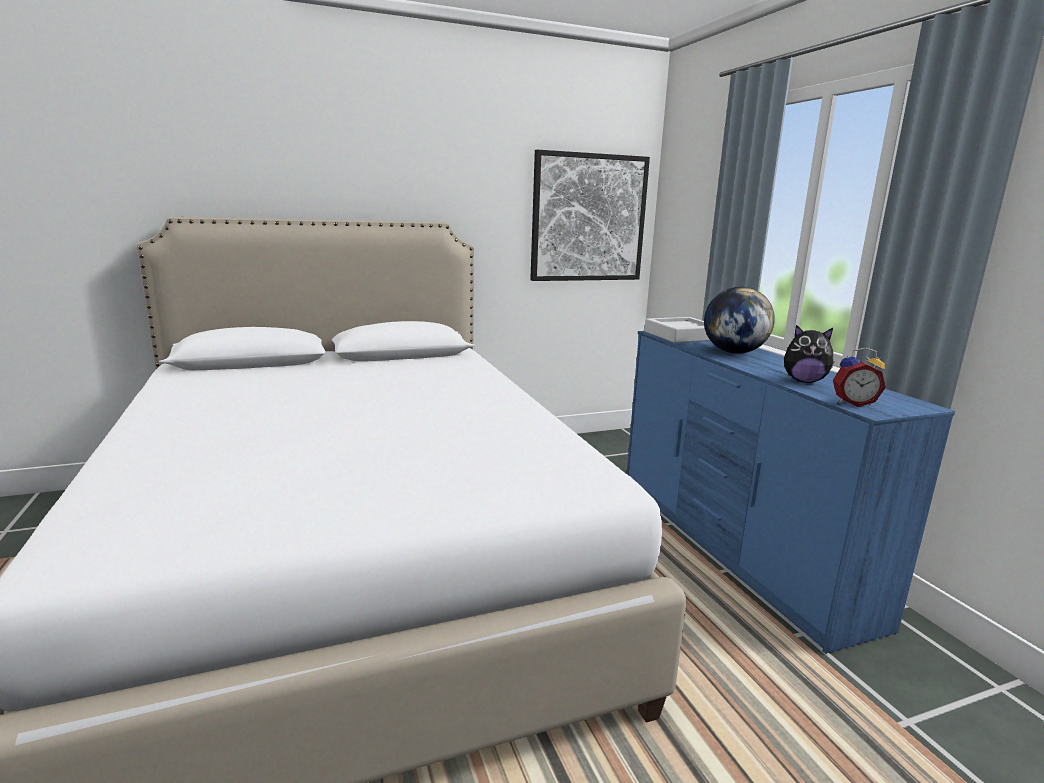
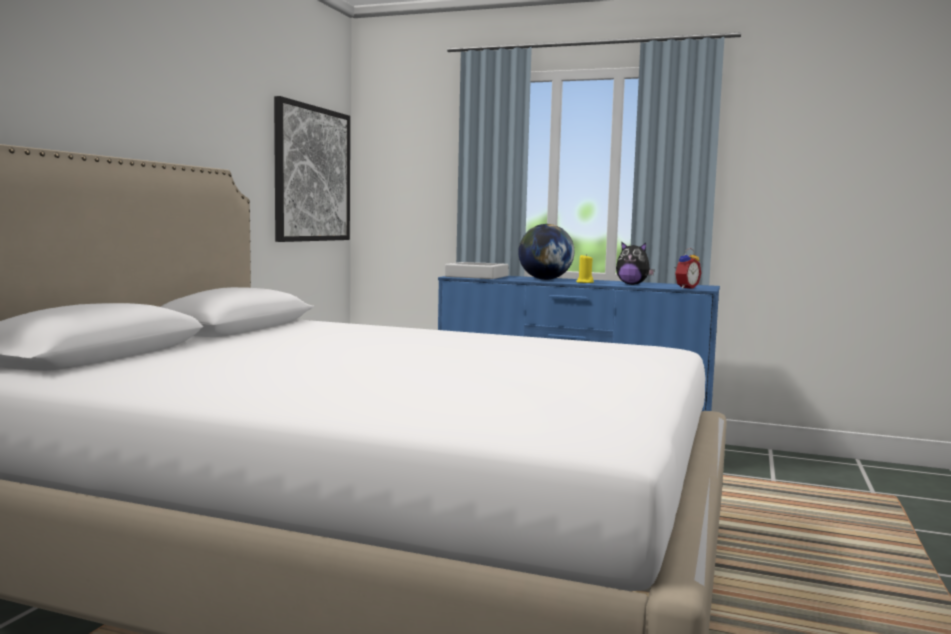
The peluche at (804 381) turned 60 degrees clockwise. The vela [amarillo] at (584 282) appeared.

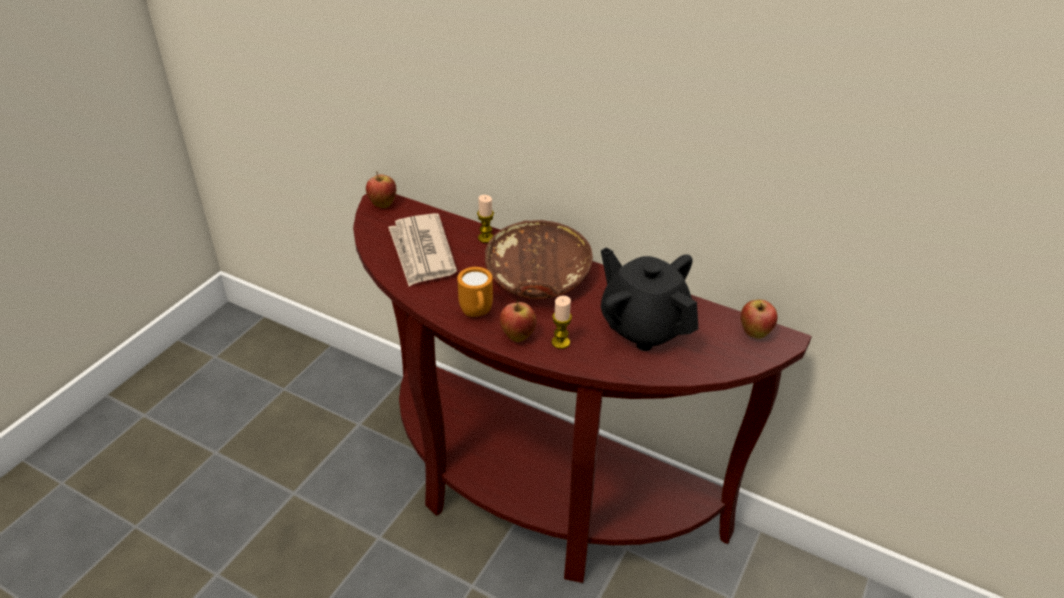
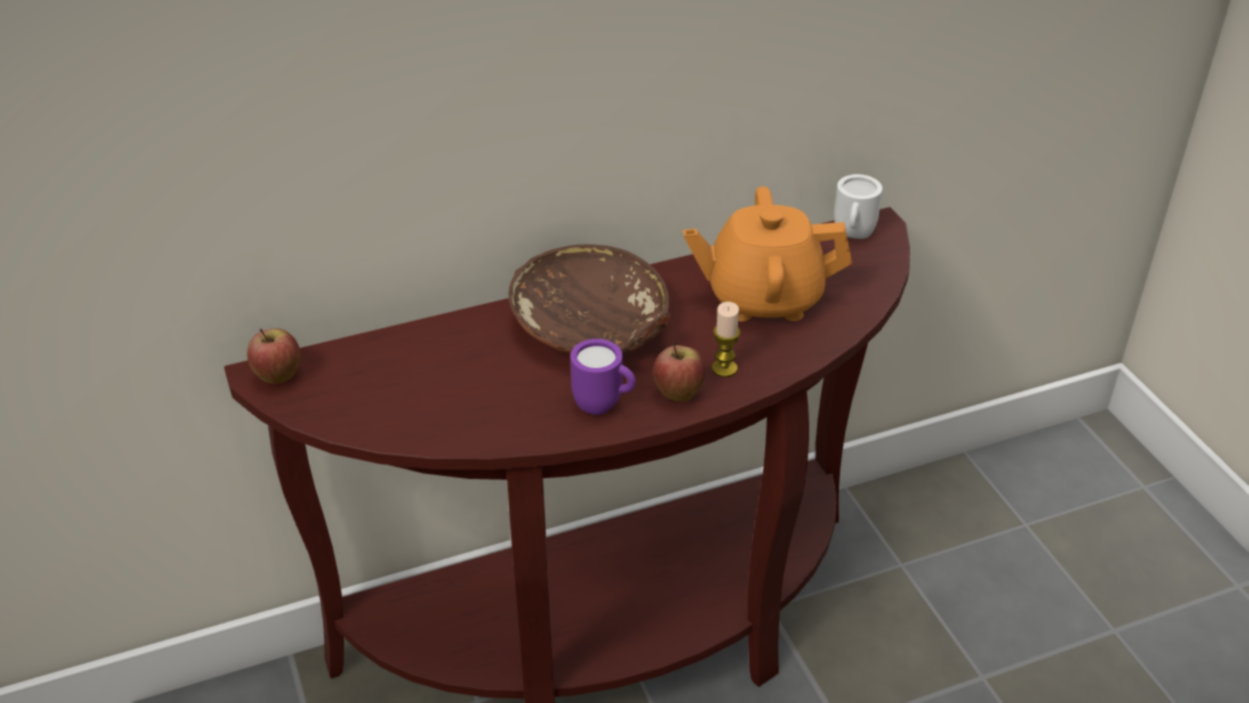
The vela at (486 238) disappeared. The periódico at (421 252) disappeared. The tetera [negro] at (643 326) became the tetera [naranja] at (763 298). The taza grande [naranja] at (477 314) became the taza grande [morado] at (604 406). The manzana at (754 333) was replaced by the taza grande [blanco] at (852 236).

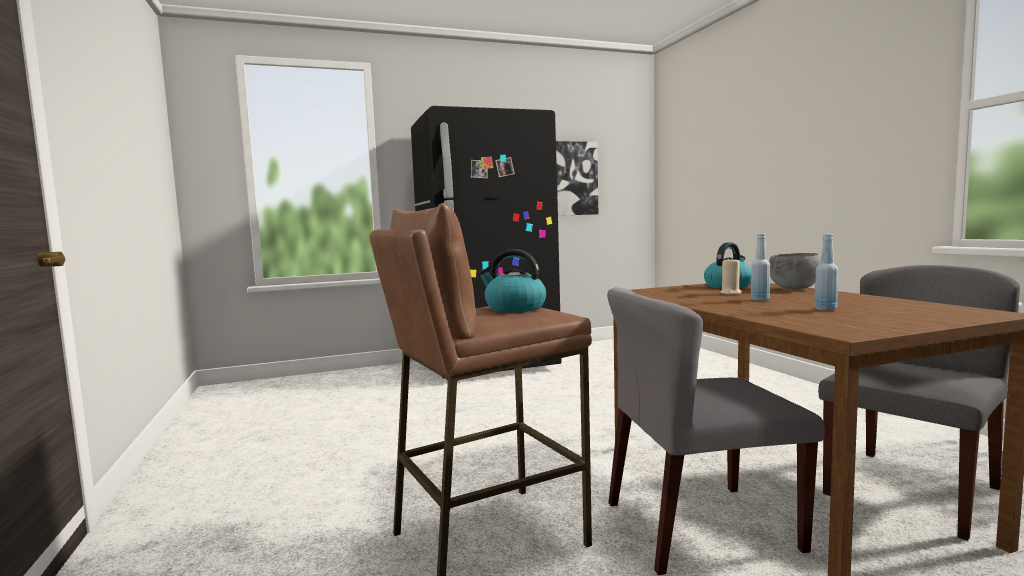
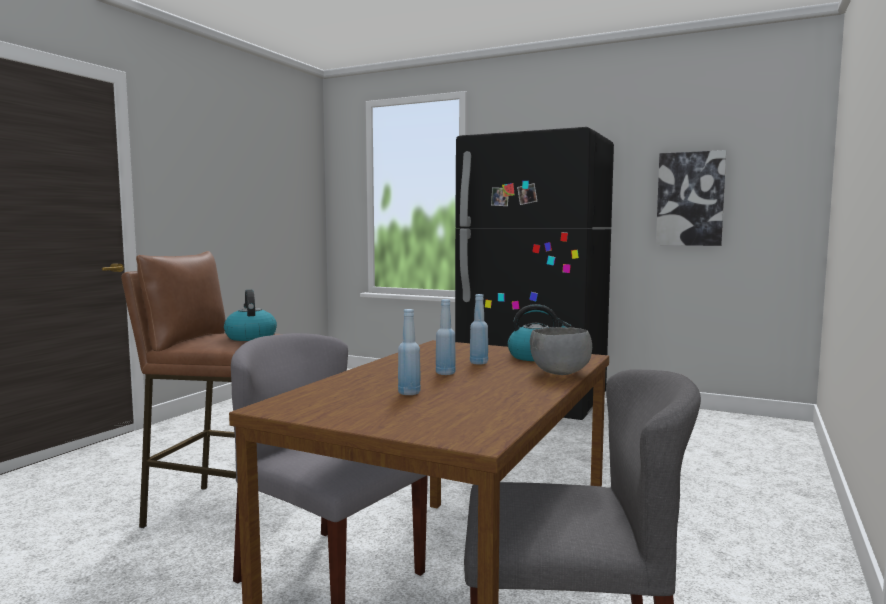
The vela [beis] at (731 293) was replaced by the botella [azul] at (478 363).

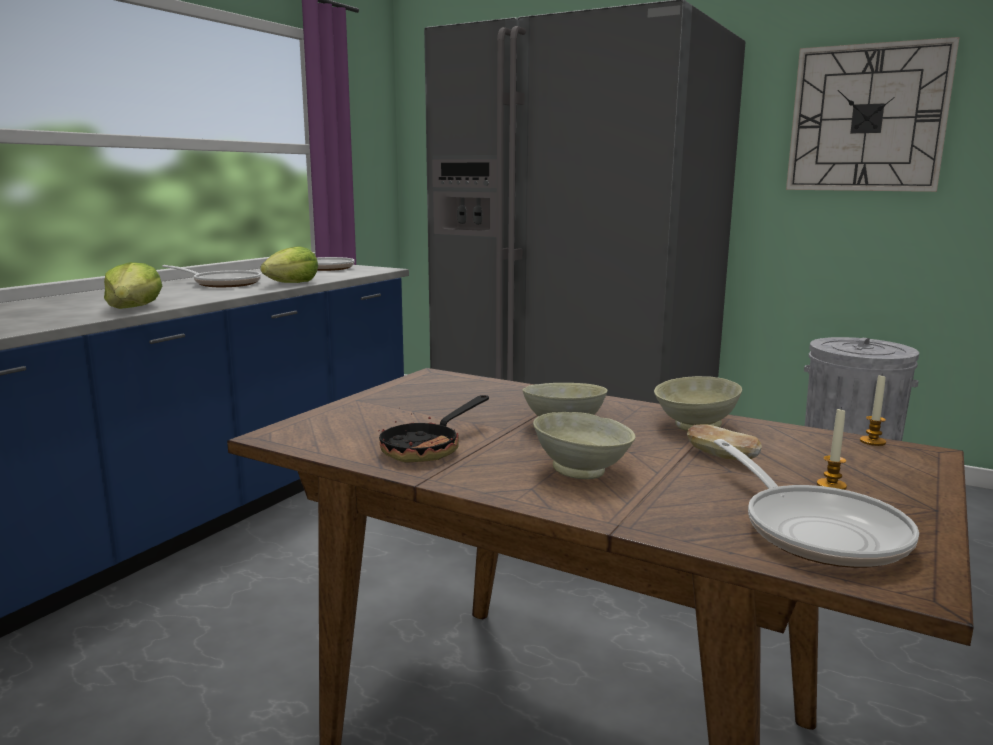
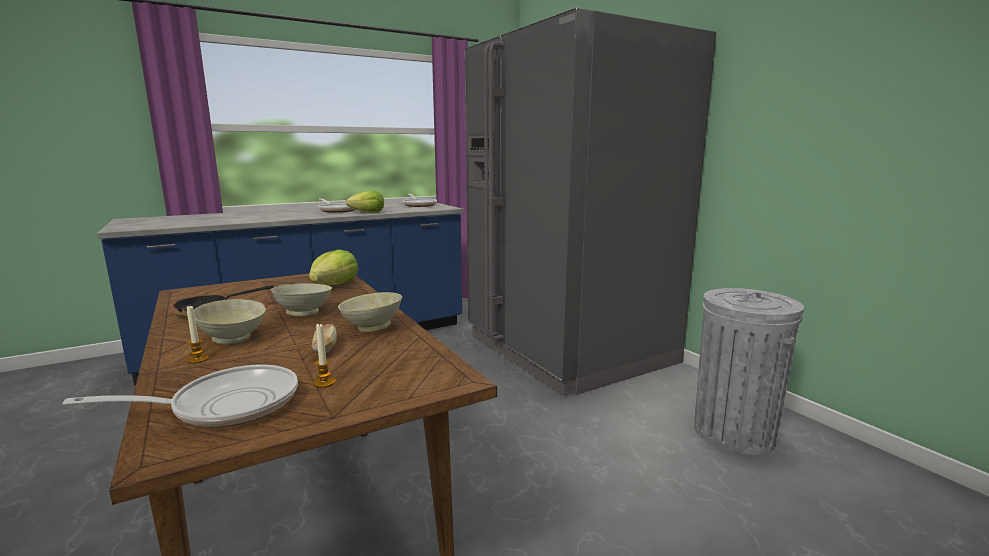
The reloj de pared at (867 118) disappeared. The lechuga moved from (134 308) to (334 285). The vela moved from (872 441) to (198 359). The sartén at (816 530) turned 120 degrees counterclockwise.

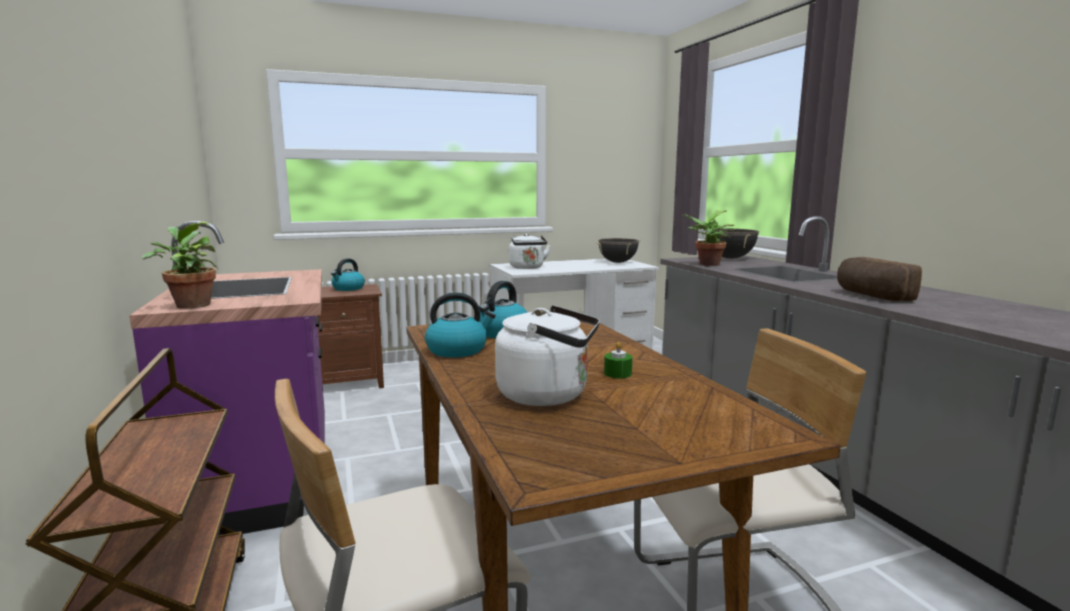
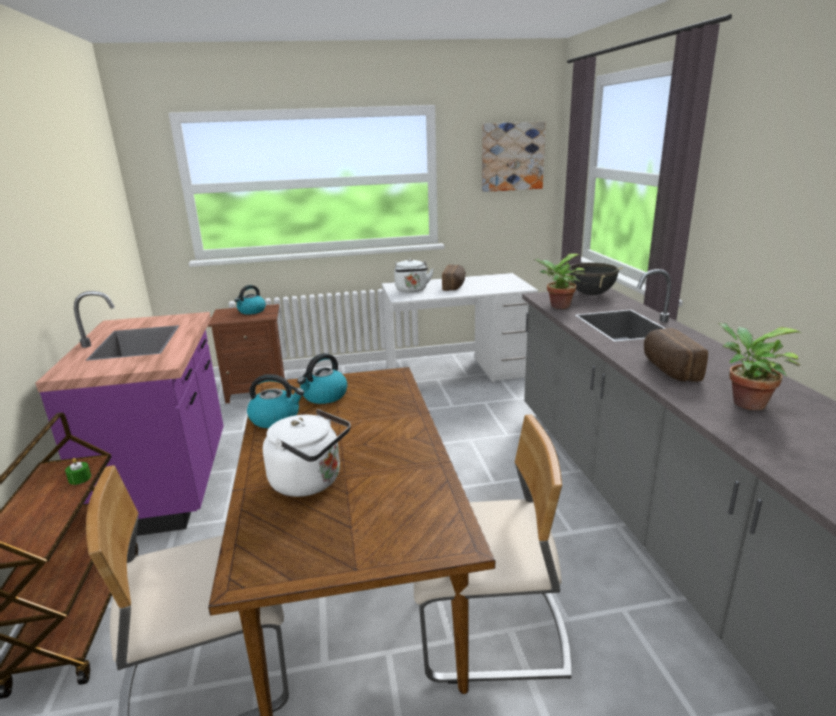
The planta en maceta moved from (190 305) to (744 403). The olla [negro] at (617 262) disappeared. The vela [verde] moved from (617 373) to (80 478). The cuadro at (512 156) appeared. The pan at (455 286) appeared.

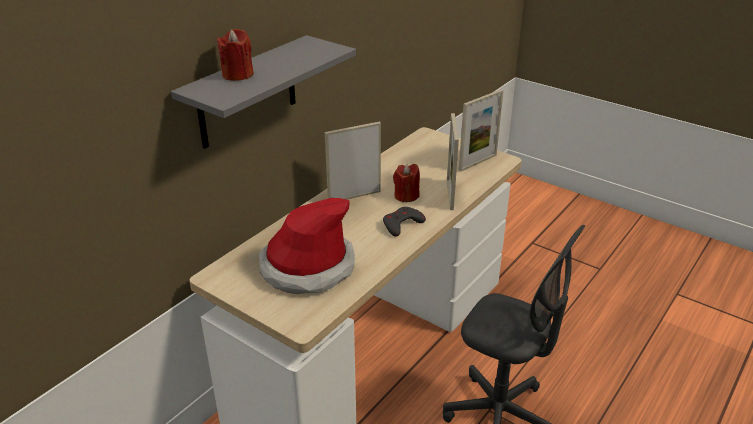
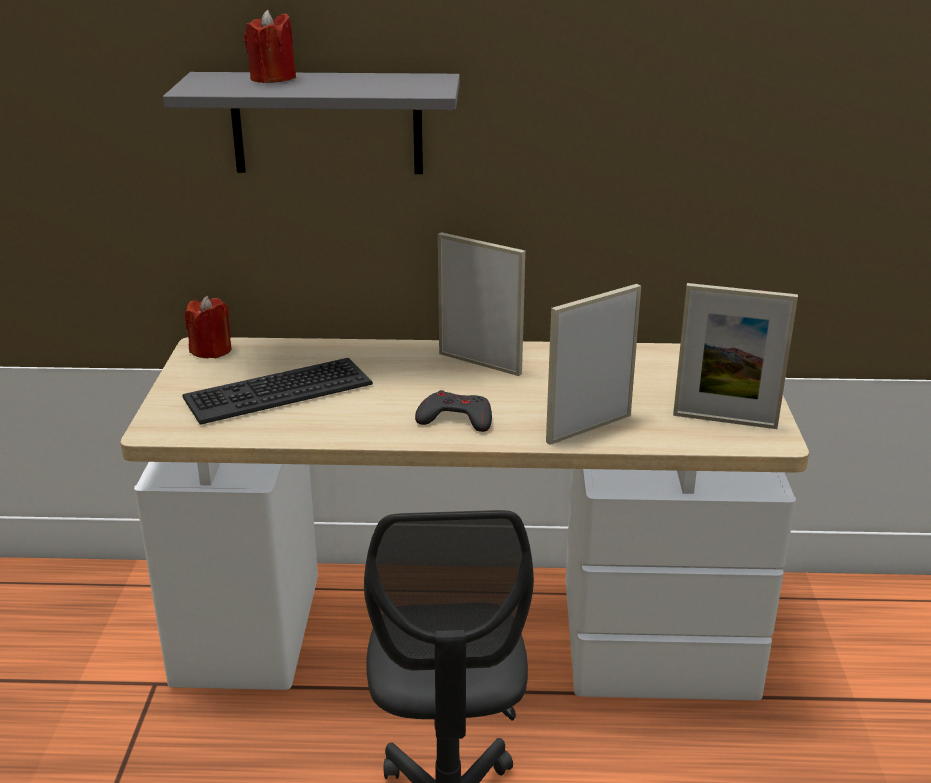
The vela [rojo] moved from (406 196) to (211 350). The sombrero at (307 267) was replaced by the teclado at (278 391).

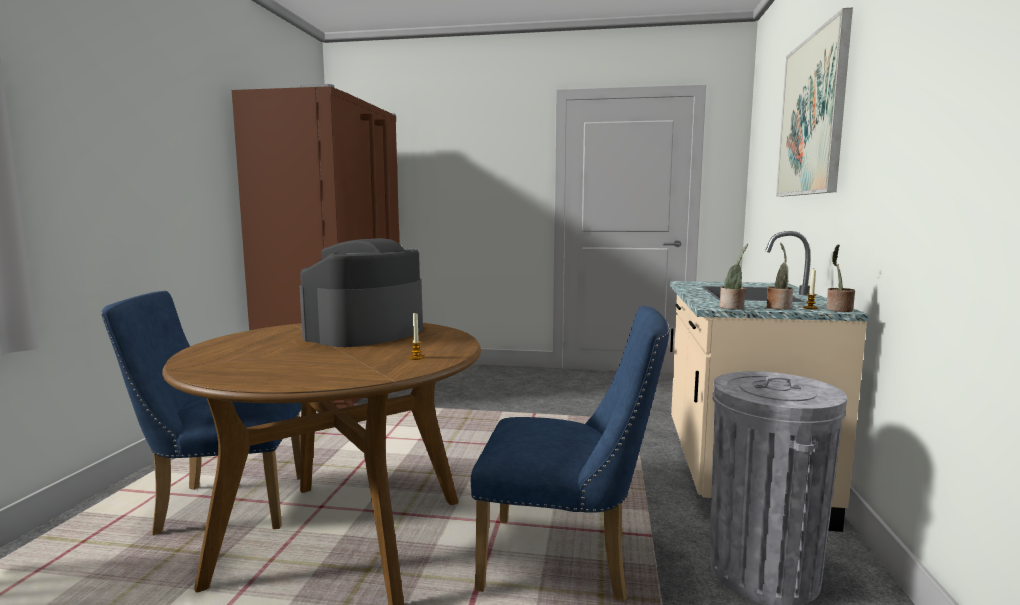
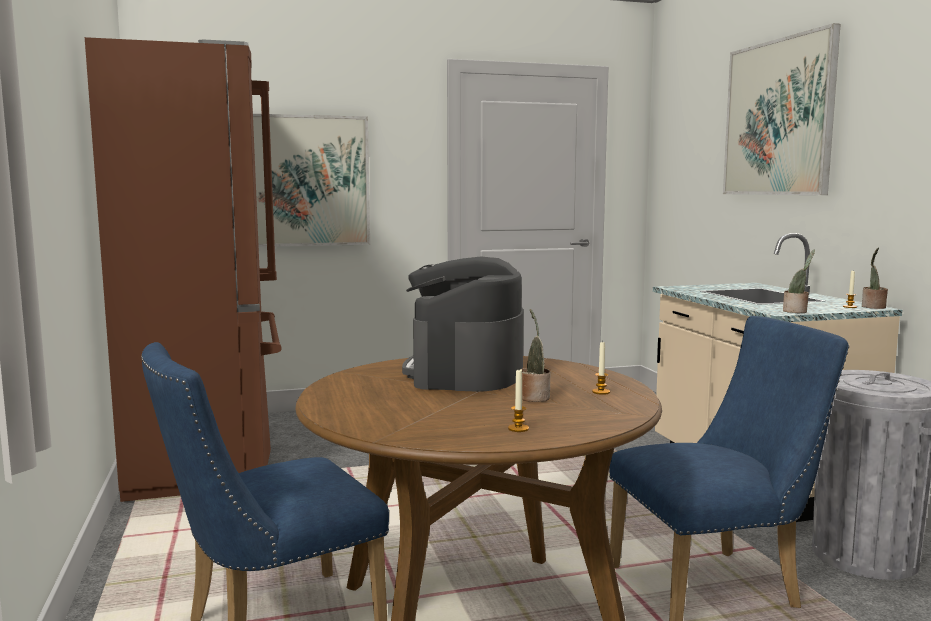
The planta en maceta moved from (778 307) to (533 397). The cuadro at (303 181) appeared. The vela at (518 428) appeared.

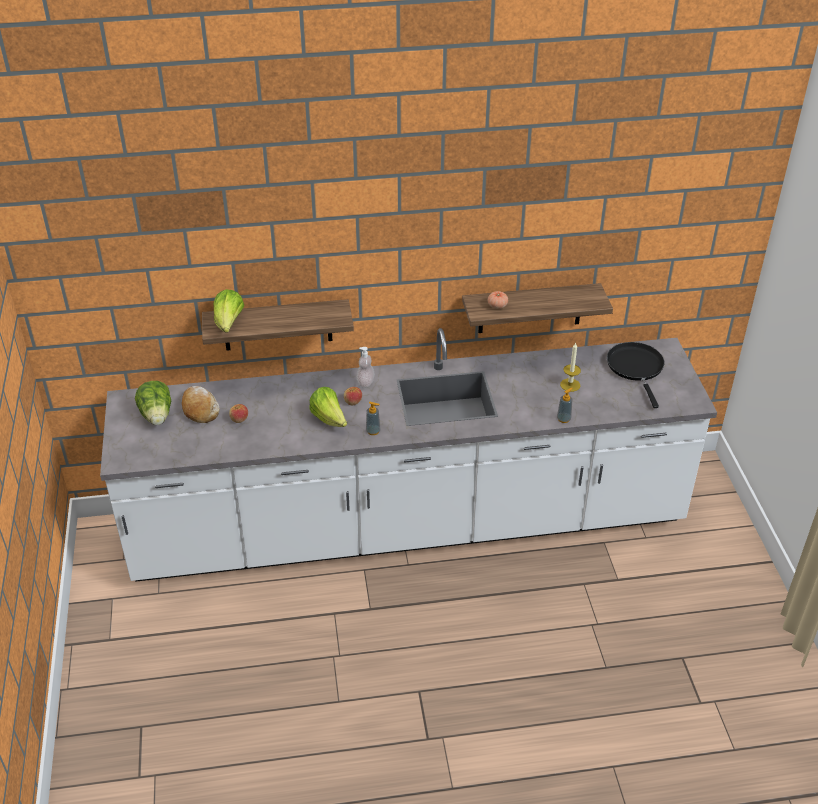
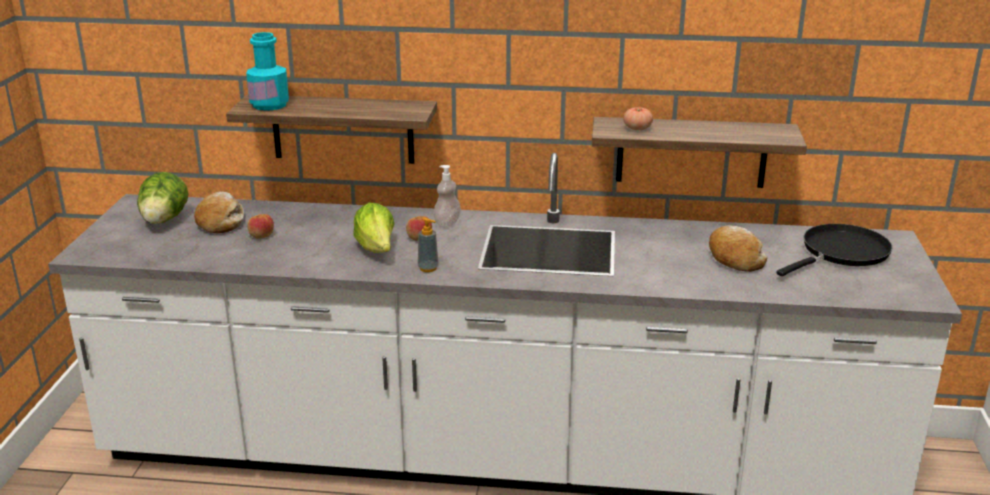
The lechuga at (229 324) was replaced by the botella [turquesa] at (269 105). The vela at (570 385) was replaced by the pan at (734 258). The sartén [negro] at (636 368) turned 45 degrees clockwise. The dispensador de jabón at (563 419) disappeared.

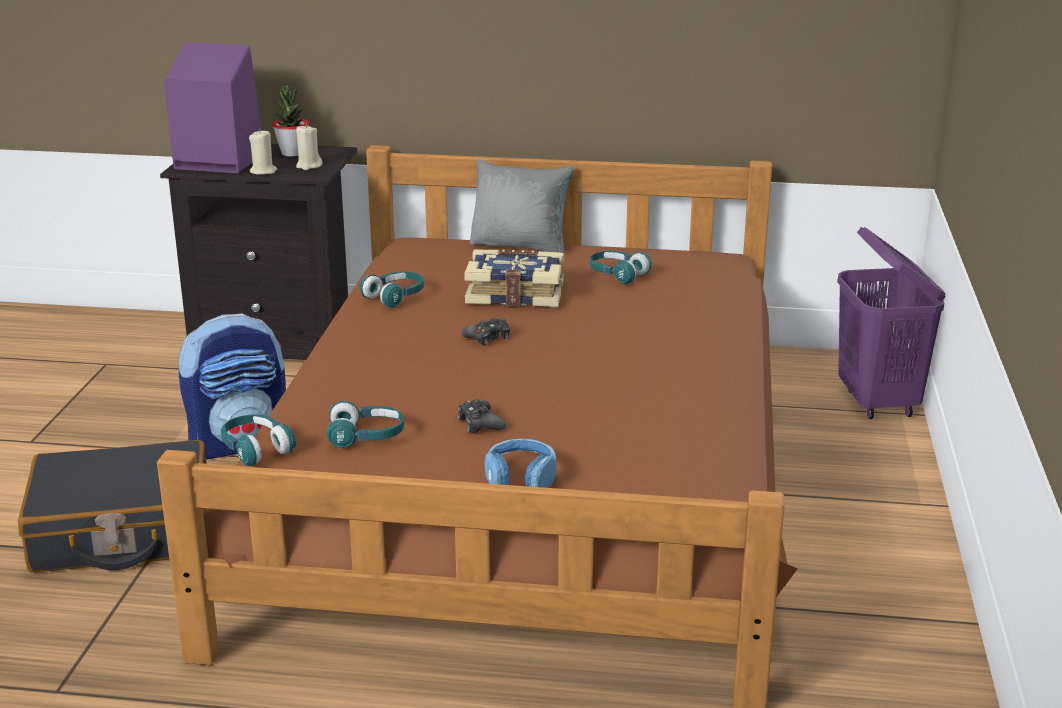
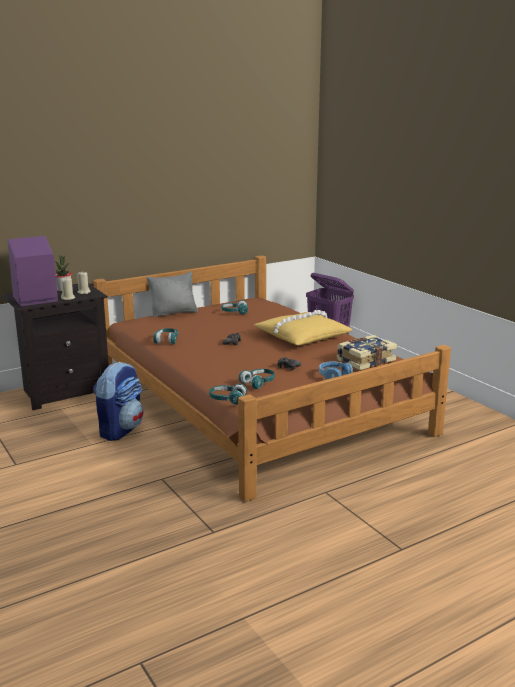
The libro moved from (515 293) to (365 360). The maleta [negro] at (123 532) disappeared. The cojín [amarillo] at (301 336) appeared.

